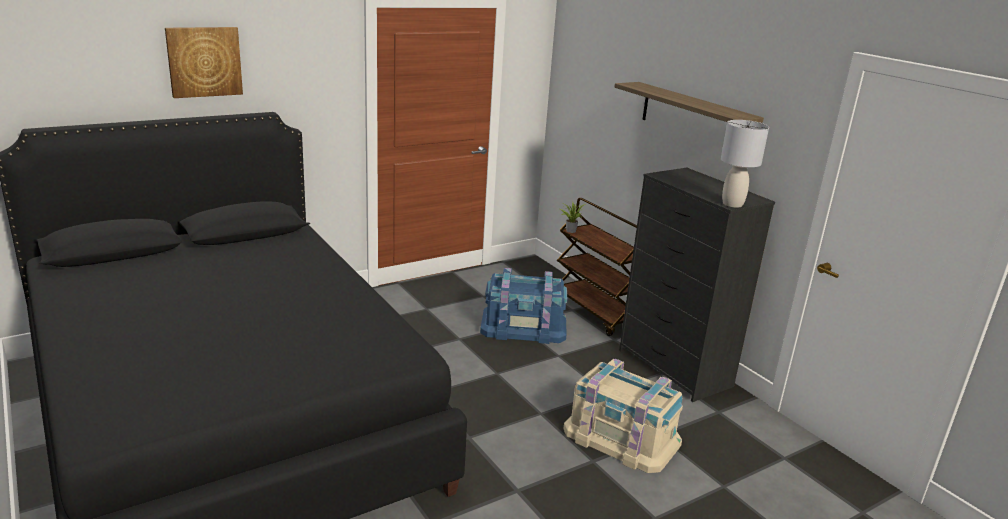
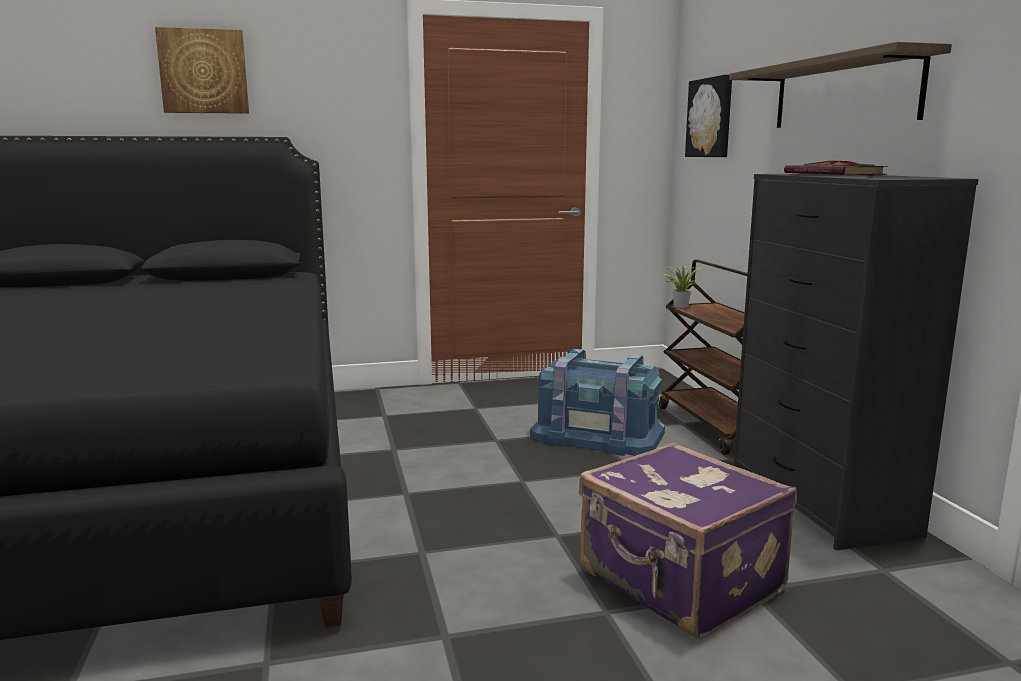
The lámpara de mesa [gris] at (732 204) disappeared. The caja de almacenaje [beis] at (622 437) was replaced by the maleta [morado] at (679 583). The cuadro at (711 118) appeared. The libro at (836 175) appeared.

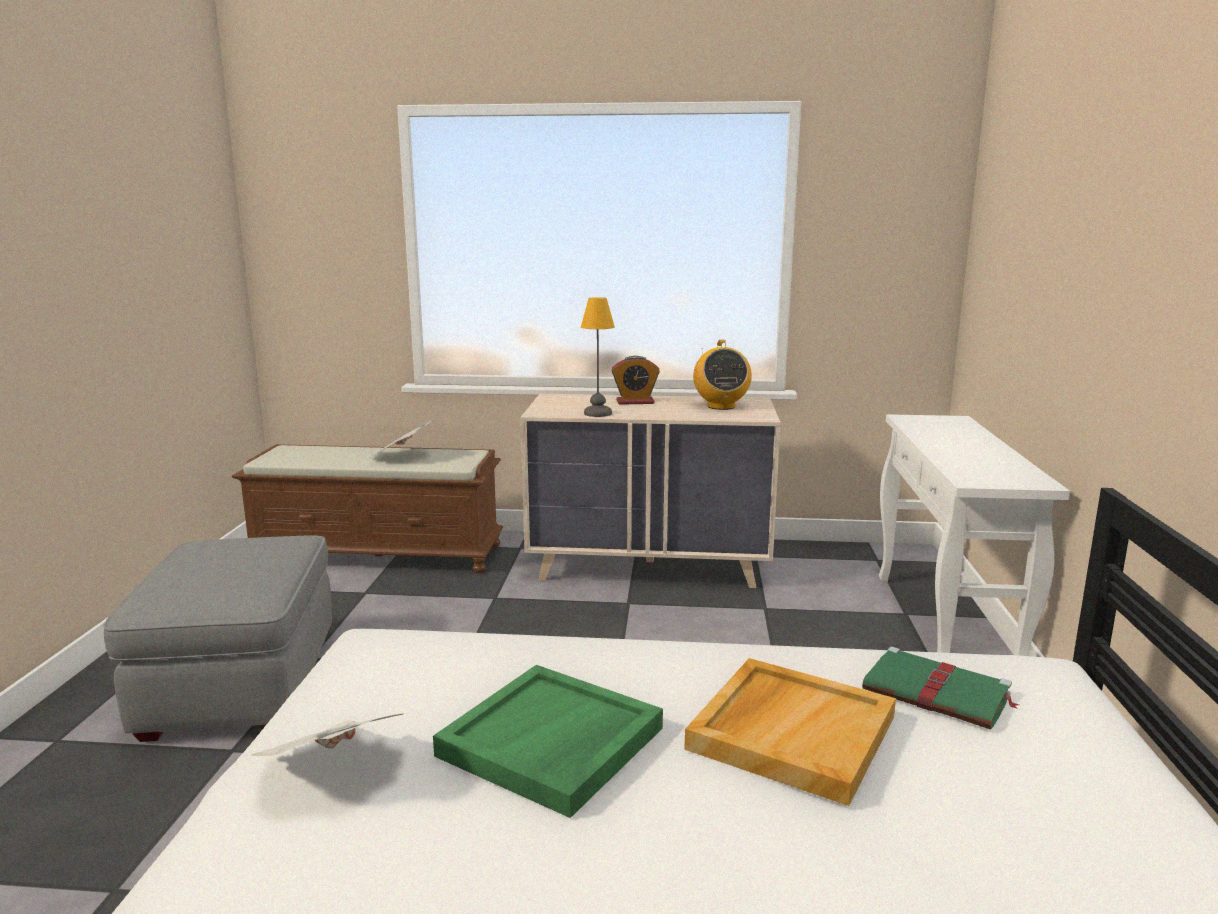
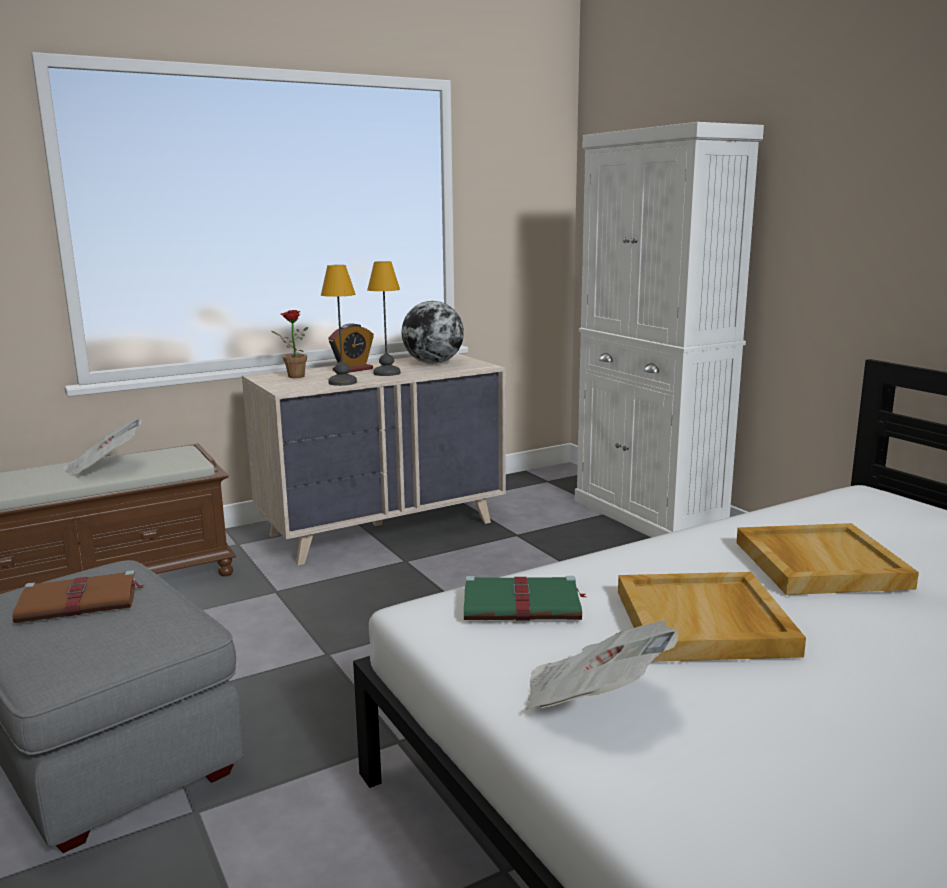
The radio at (720 406) was replaced by the globo terráqueo at (433 363). The mesa consola [blanco] at (944 629) was replaced by the armario [blanco] at (649 515). The libro [verde] moved from (938 693) to (523 604). The bandeja [verde] at (551 743) became the bandeja [beis] at (705 623). The lámpara de mesa at (387 373) appeared. The planta en maceta at (292 376) appeared. The libro [marrón] at (80 601) appeared.

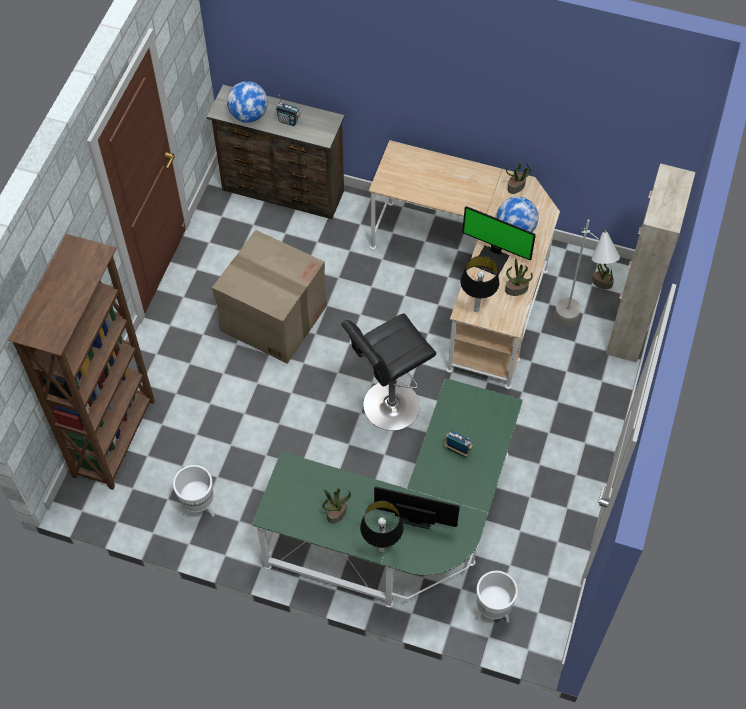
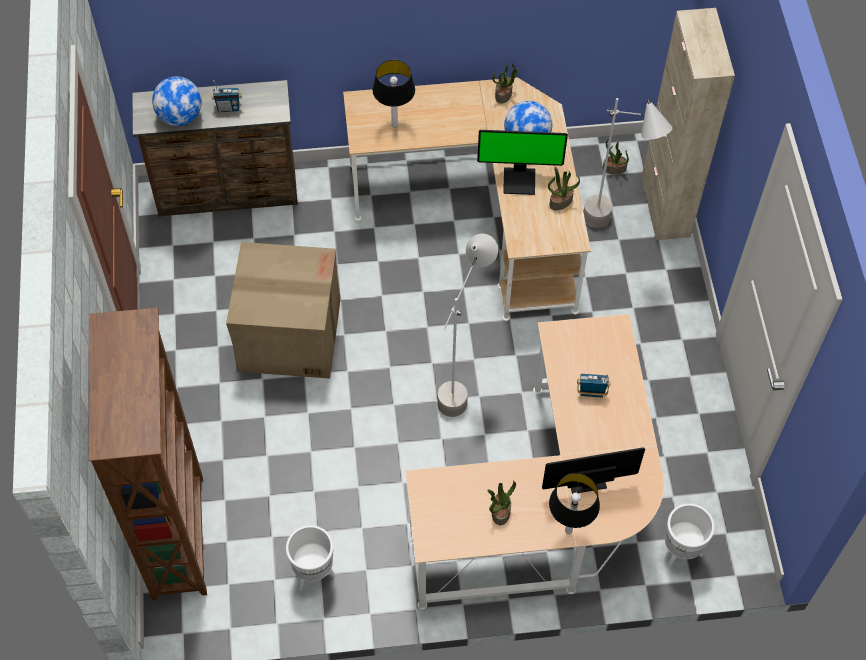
The lámpara de mesa moved from (476 309) to (394 125). The taburete [negro] at (387 407) was replaced by the lámpara de pie [gris] at (462 383). The escritorio [verde] at (403 533) became the escritorio [beis] at (548 509).

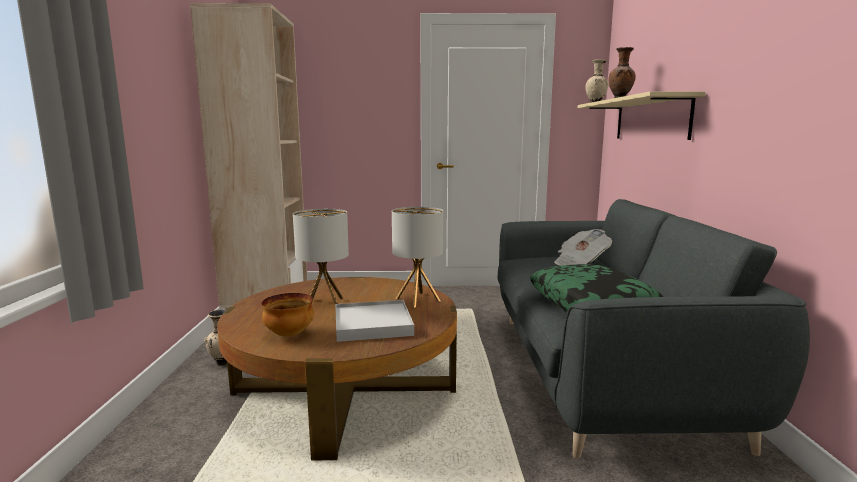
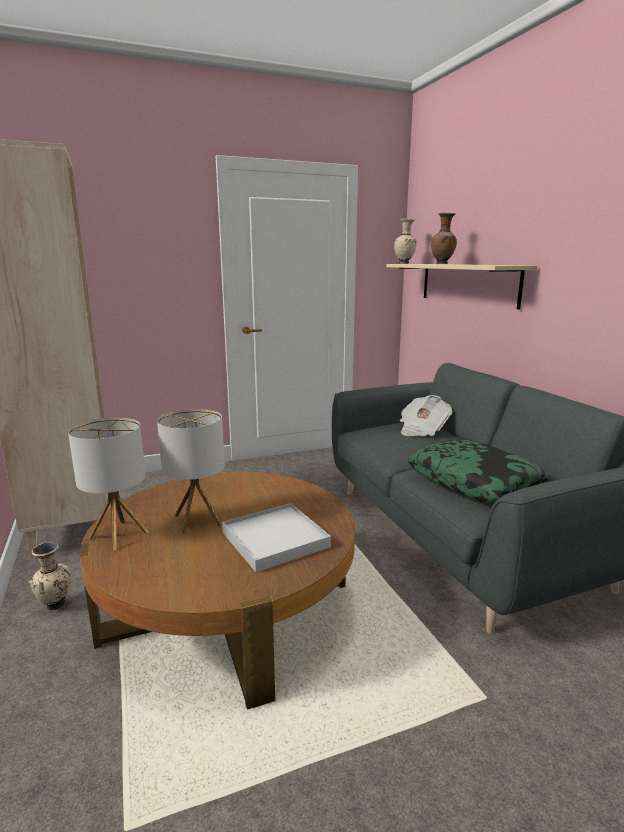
The lámpara de mesa moved from (417 299) to (118 535). The cuenco at (289 334) disappeared.

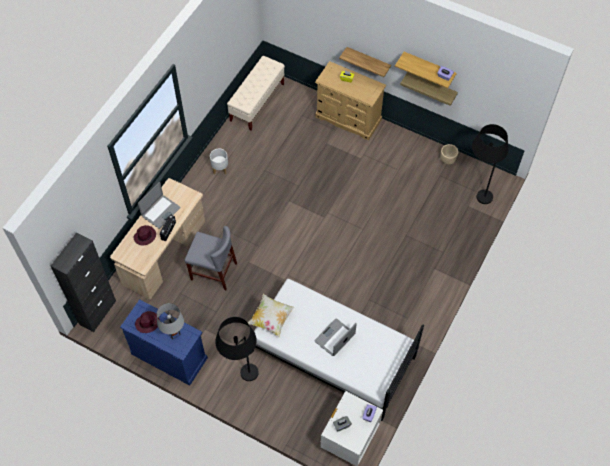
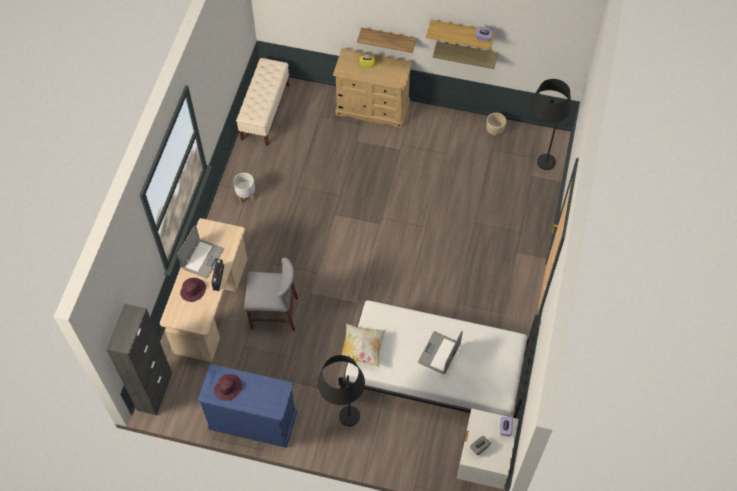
The lámpara de mesa [gris] at (173 333) disappeared.

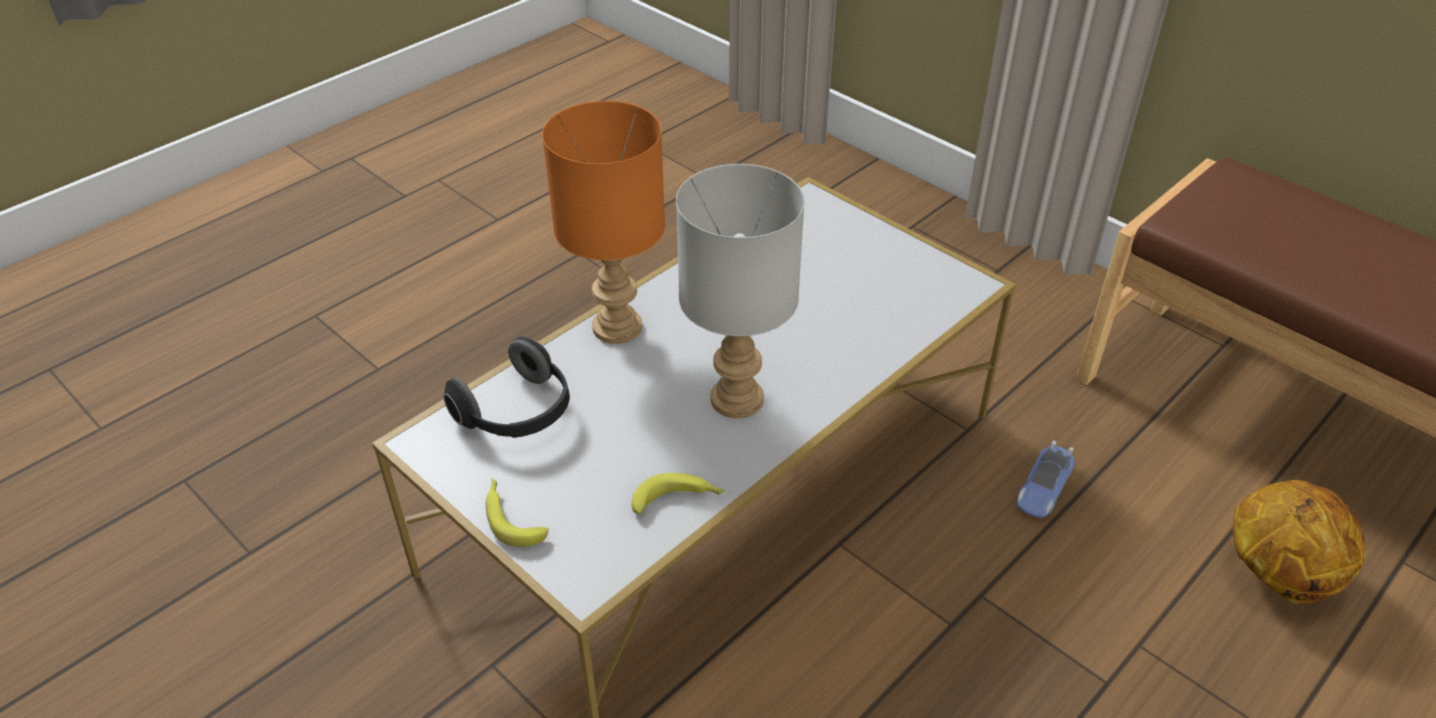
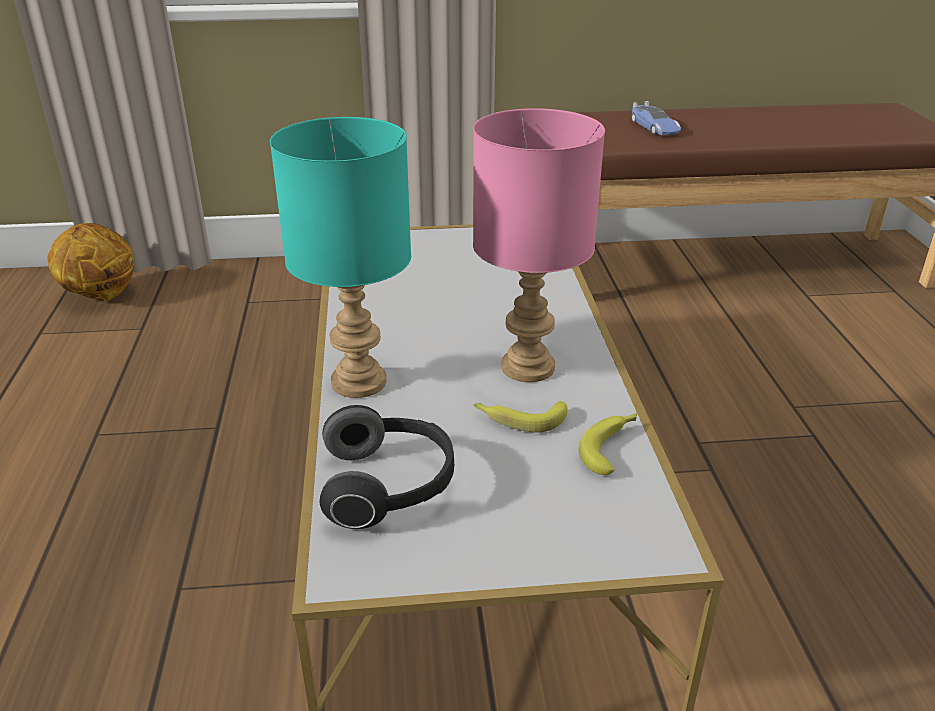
The lámpara de mesa [naranja] at (615 328) became the lámpara de mesa [turquesa] at (358 383). The lámpara de mesa [gris] at (735 400) became the lámpara de mesa [rosa] at (527 368). The coche de juguete moved from (1044 487) to (654 127). The plátano moved from (511 517) to (519 418). The balón de baloncesto moved from (1276 574) to (100 296).

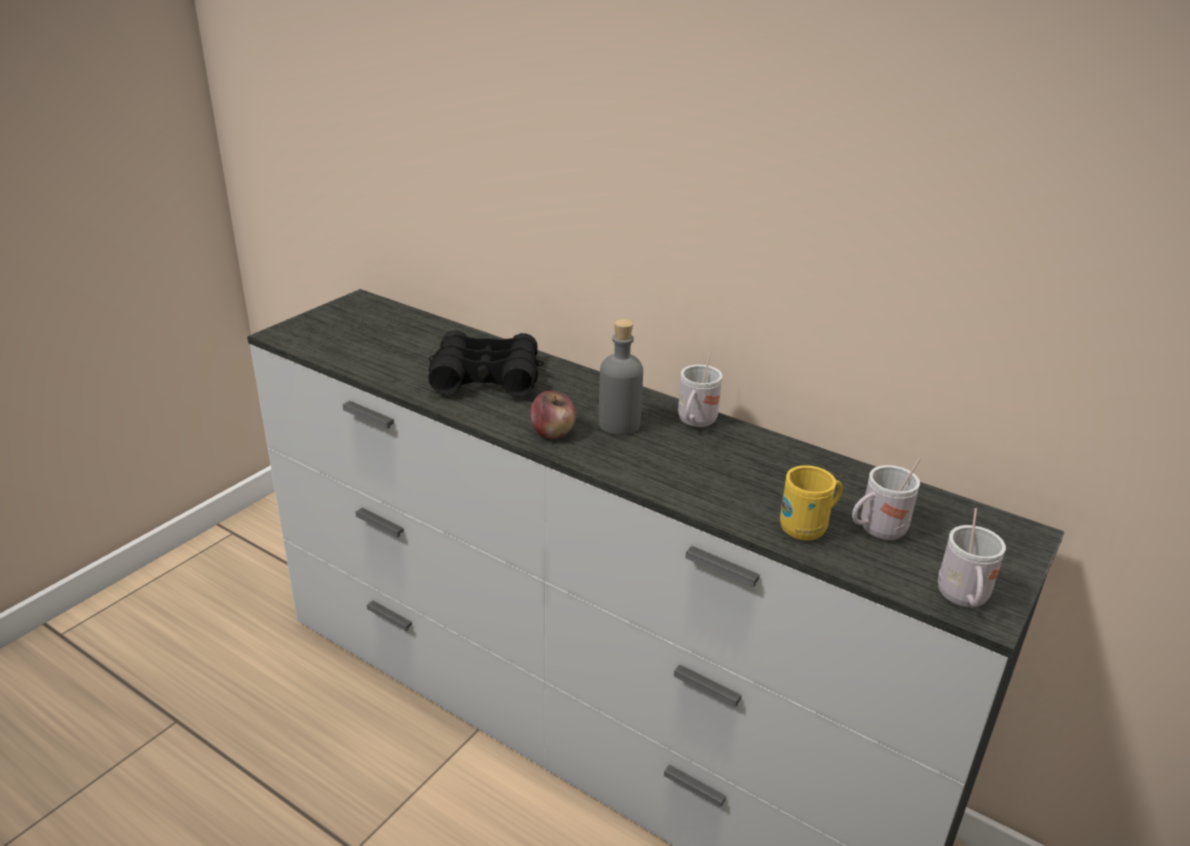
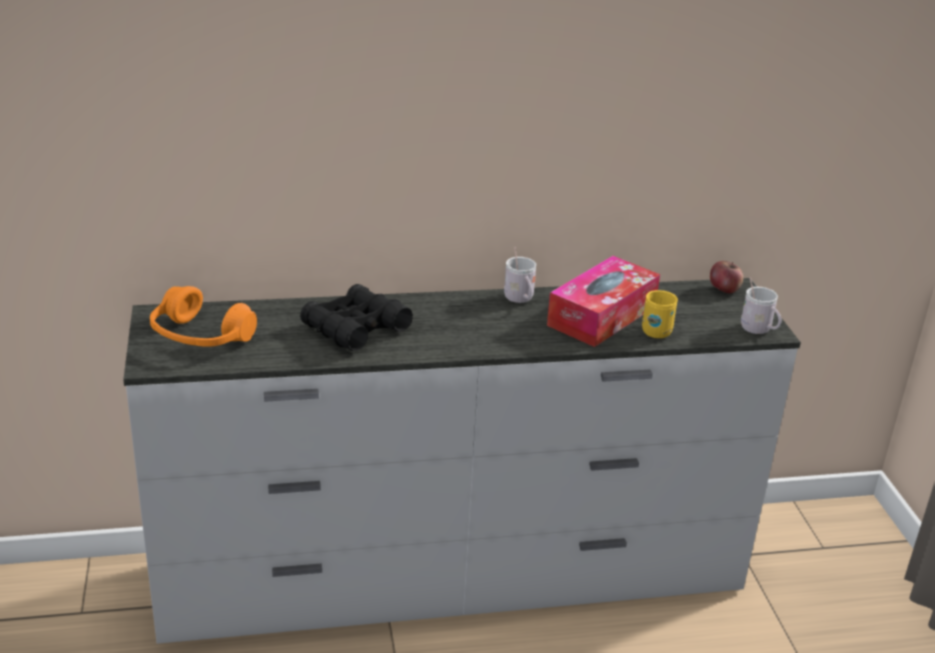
The botella [gris] at (619 424) disappeared. The manzana moved from (552 432) to (724 289). The taza grande [blanco] at (876 531) disappeared. The caja de pañuelos at (602 316) appeared. The auriculares [naranja] at (200 337) appeared.

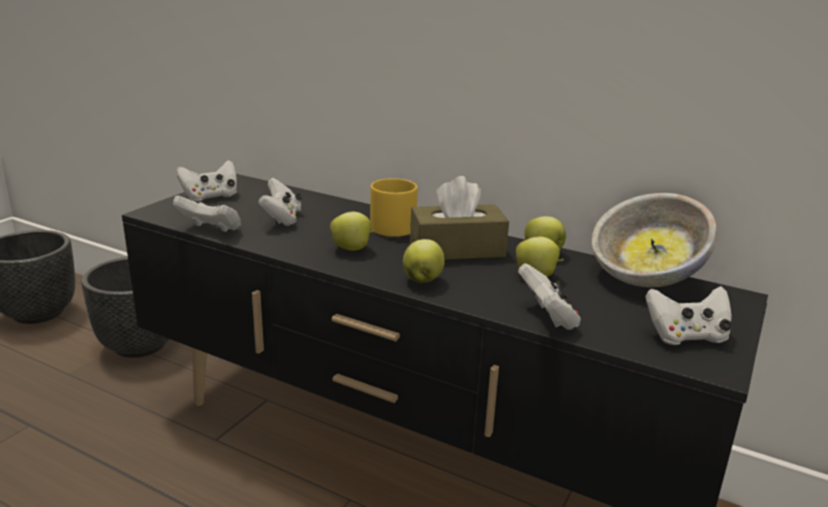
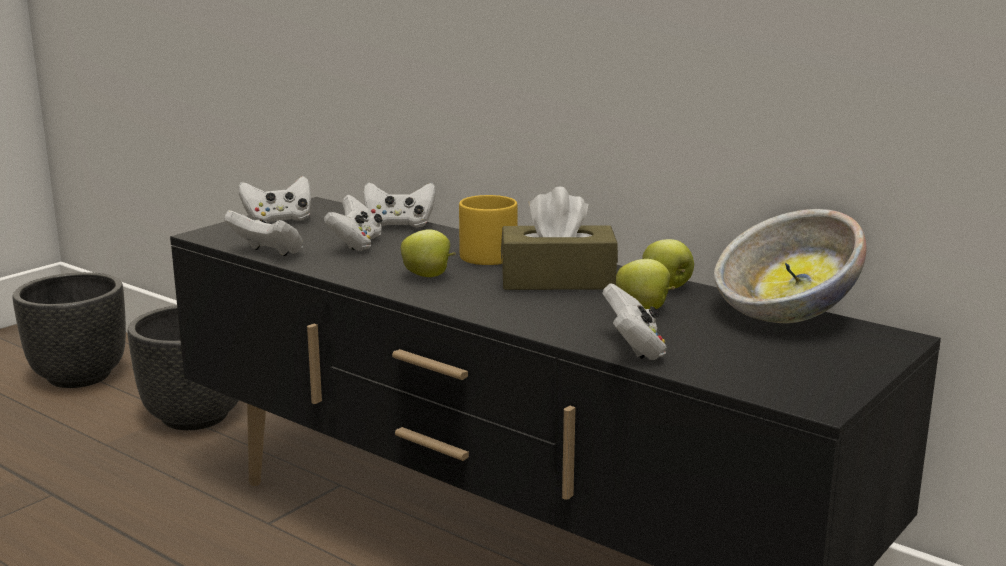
The manzana at (422 280) disappeared. The mando de consola [blanco] moved from (686 337) to (399 225).

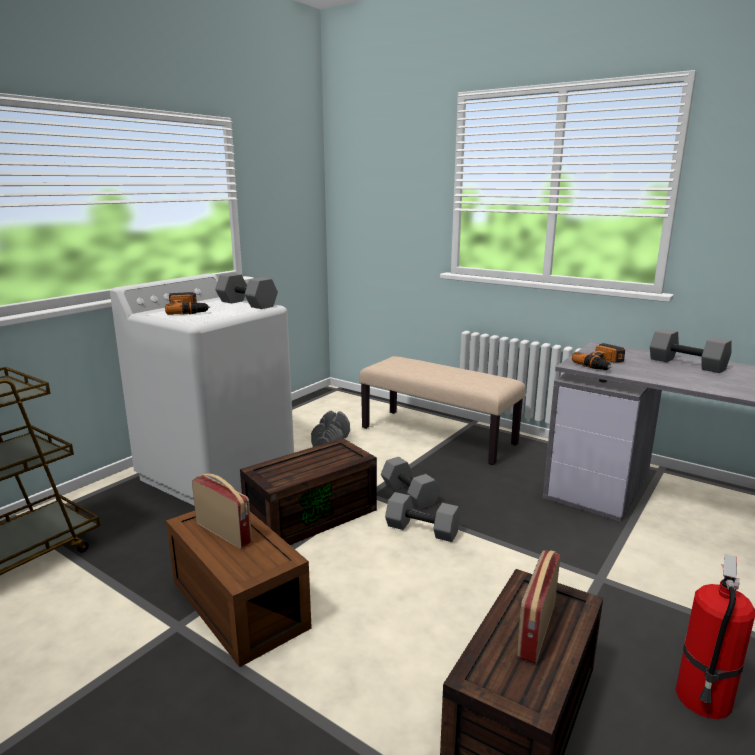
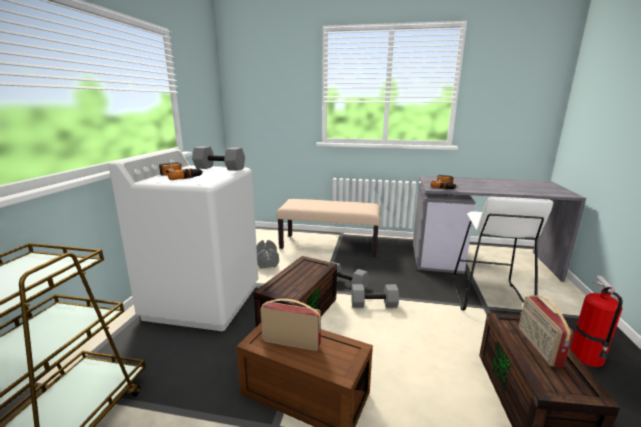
The mancuerna [gris] at (688 364) disappeared. The taburete [blanco] at (488 297) appeared.

